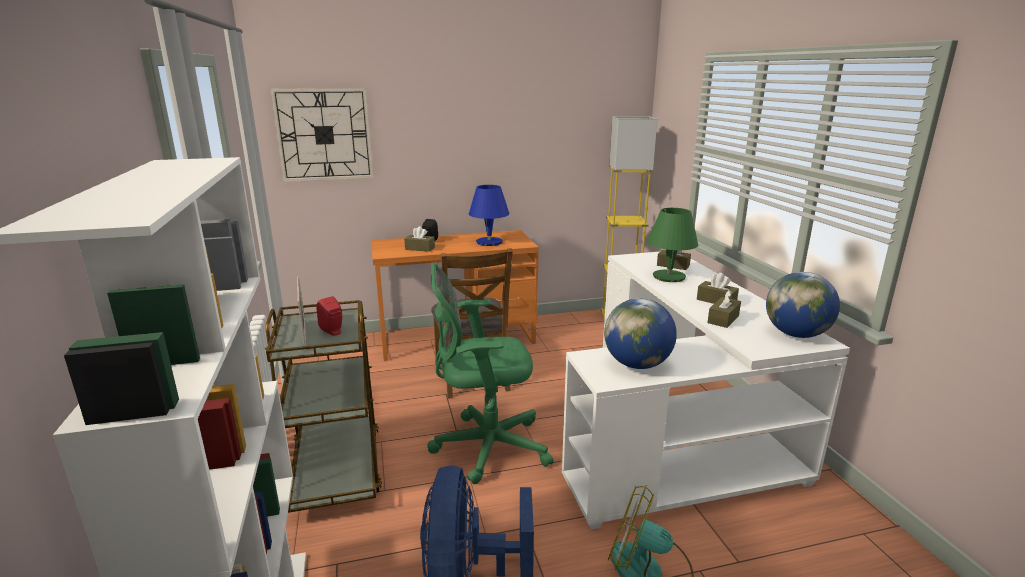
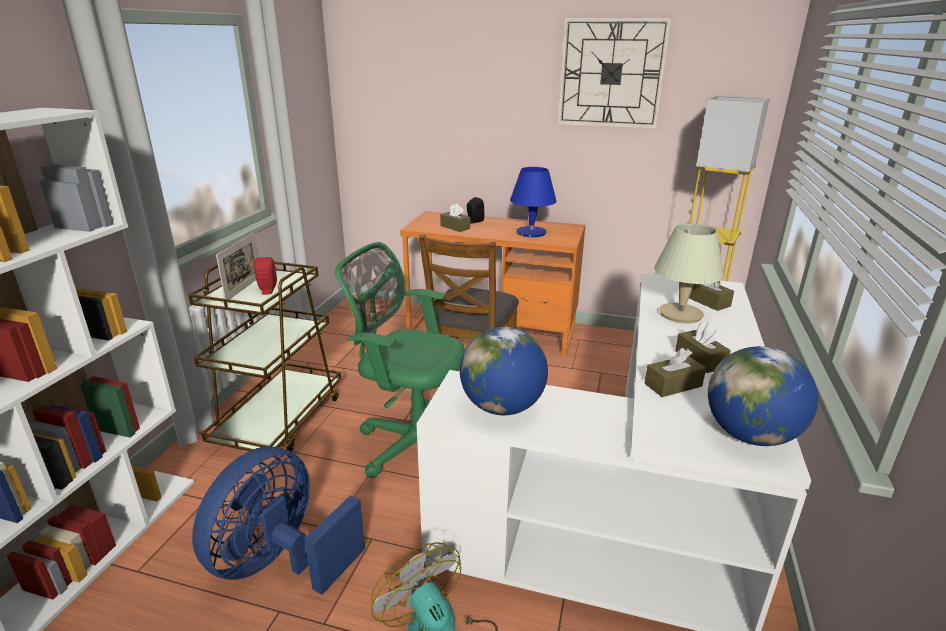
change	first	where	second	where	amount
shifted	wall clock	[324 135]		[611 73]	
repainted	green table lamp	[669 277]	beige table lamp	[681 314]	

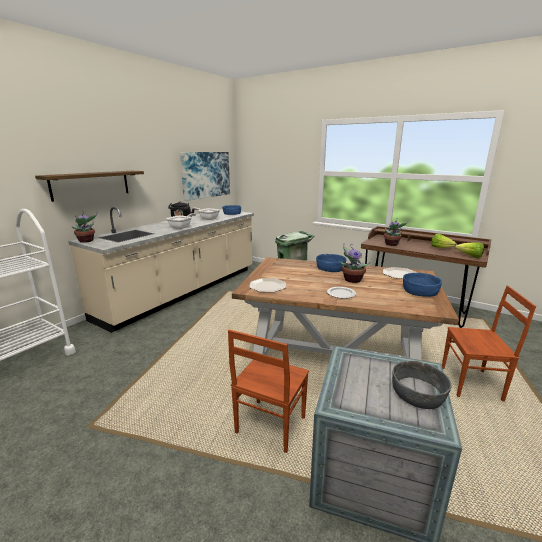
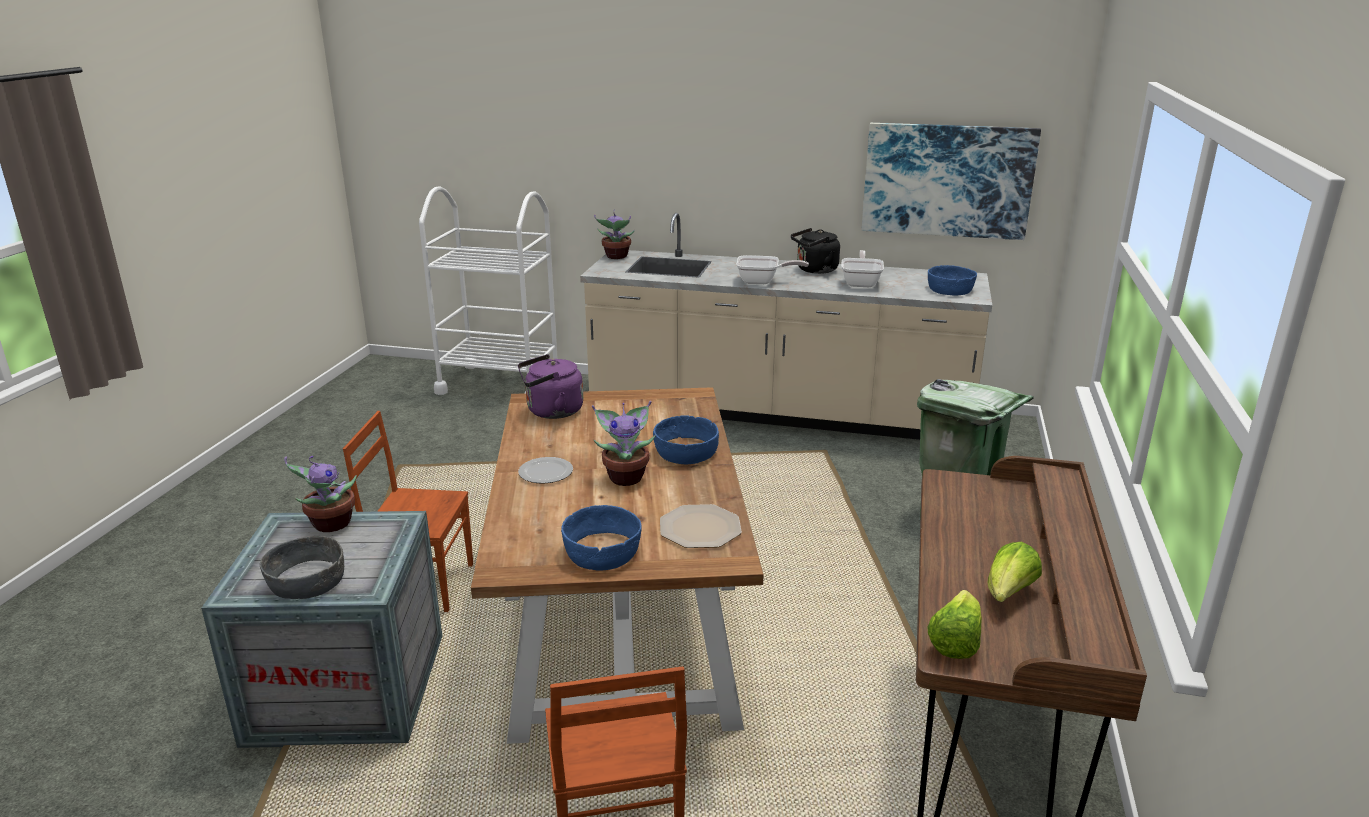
change	first	where	second	where	amount
gone	shelf	[91 185]			
swapped	plate	[267 286]	purple kettle	[551 411]	
shifted	potted plant	[392 244]		[330 525]	

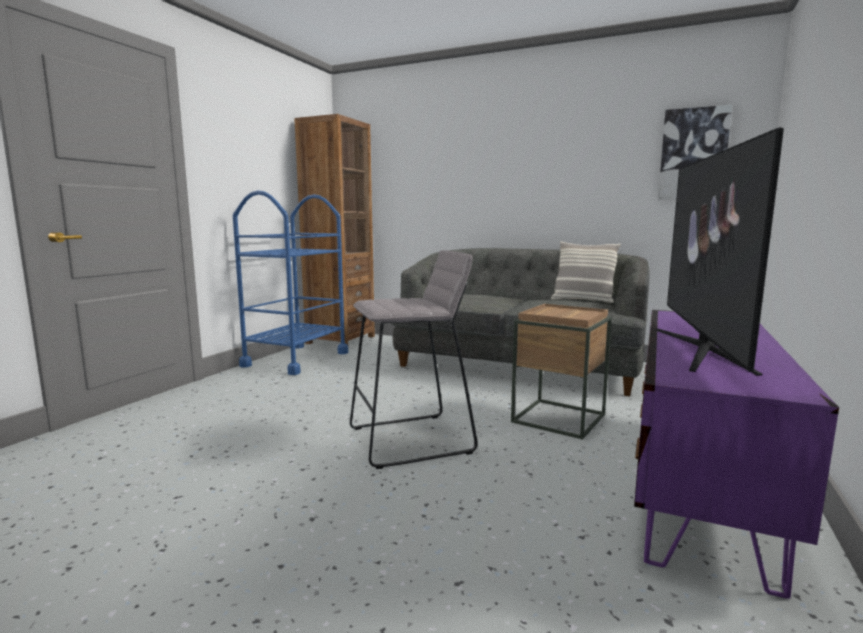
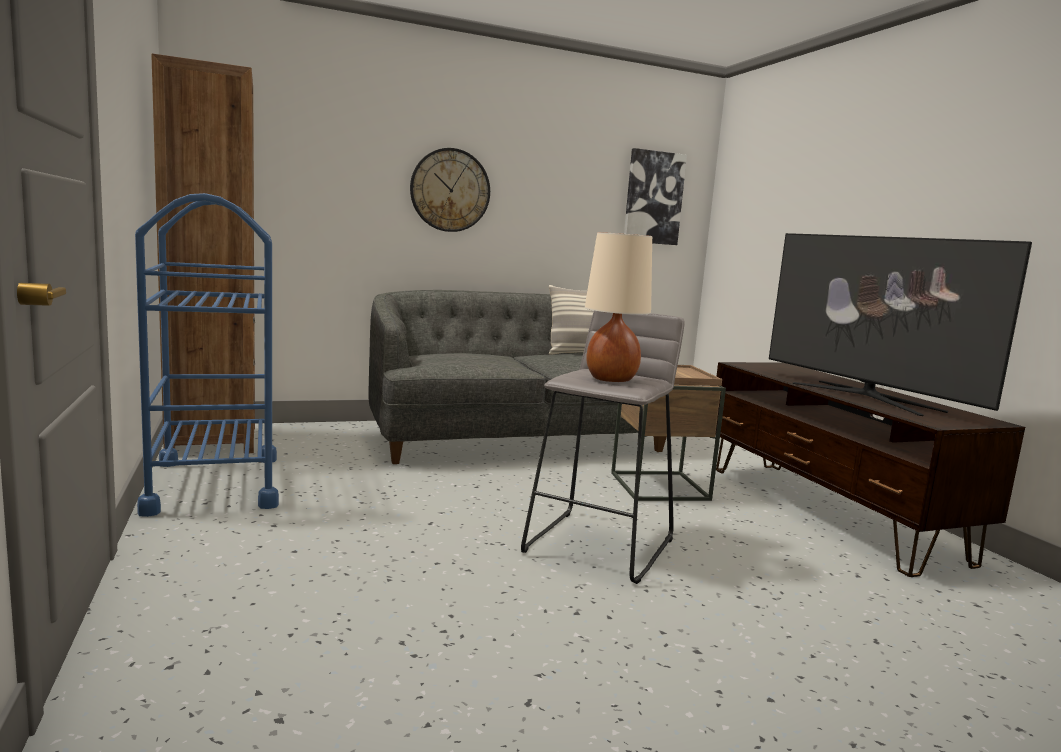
change	first	where	second	where	amount
repainted	purple tv stand	[697 482]	brown tv stand	[827 512]	
new			wall clock	[450 190]	
new			beige table lamp	[612 379]	

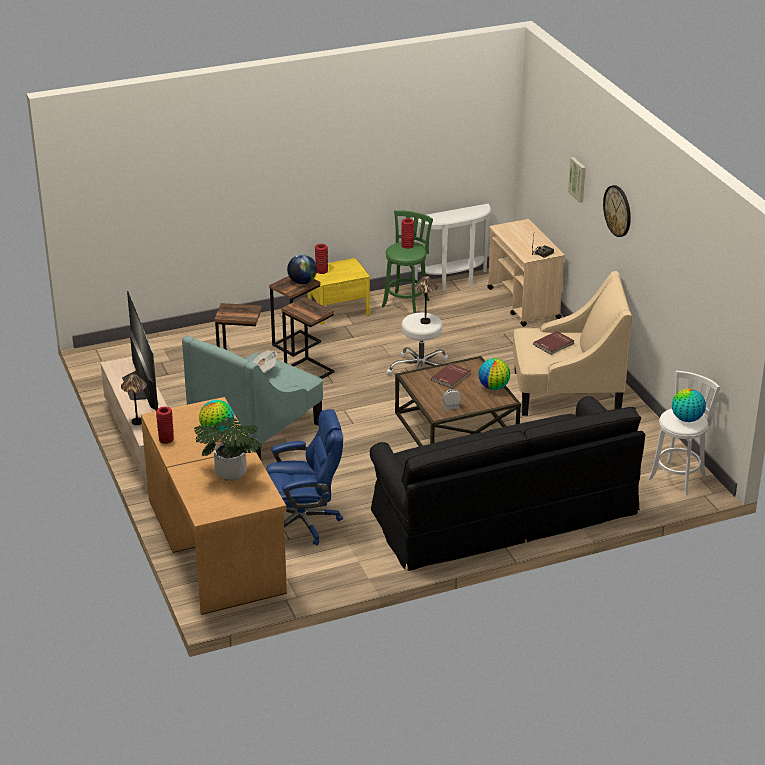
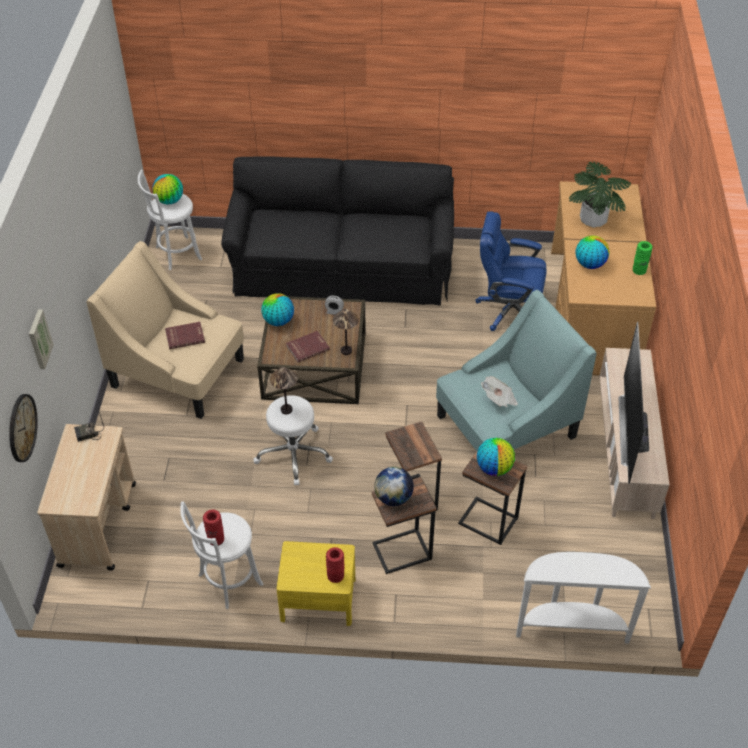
change	first	where	second	where	amount
shifted	table lamp	[137 422]		[346 351]	
repainted	red vase	[166 439]	green vase	[639 270]	
repainted	green stool	[406 302]	white stool	[227 582]	
shifted	white console table	[454 282]		[571 627]	
shifted	wall clock	[618 210]		[21 427]	
new			globe	[494 468]	

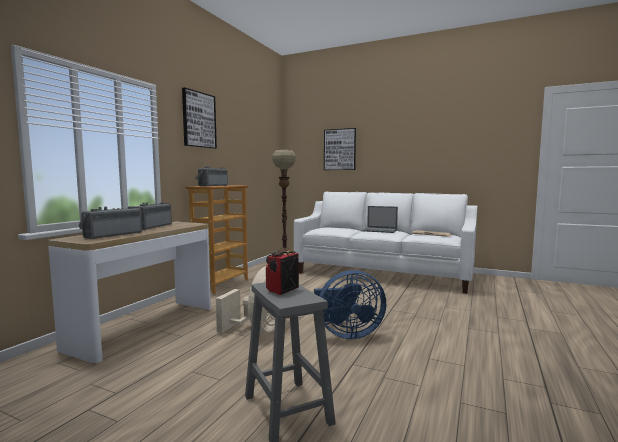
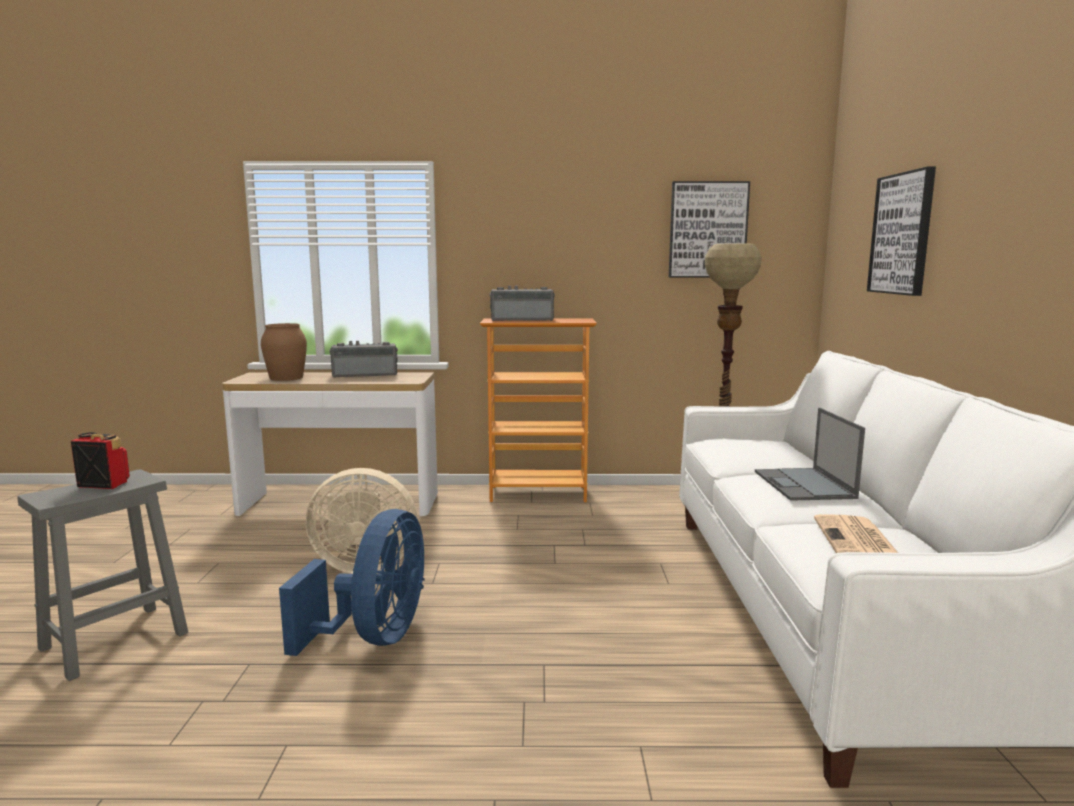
change	first	where	second	where	amount
swapped	radio	[112 235]	brown vase	[286 378]	
shifted	picture	[198 120]		[707 230]	
rotated	blue fan	[346 334]		[375 637]	135 degrees counterclockwise

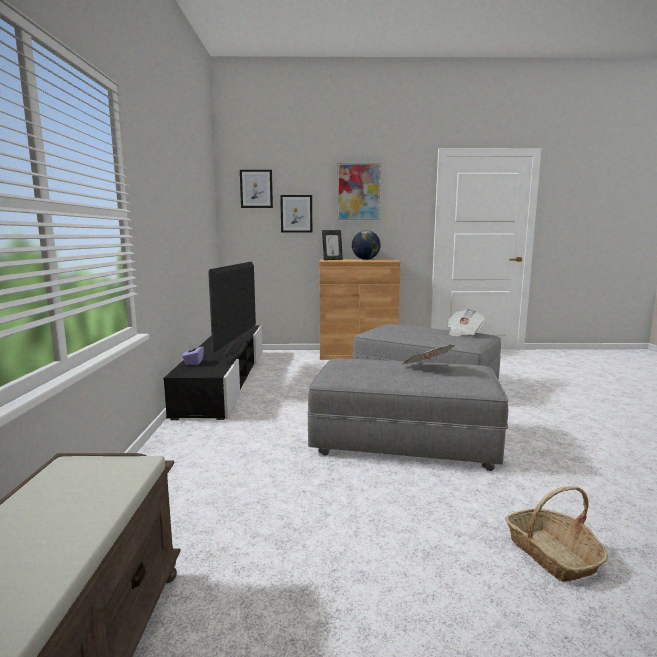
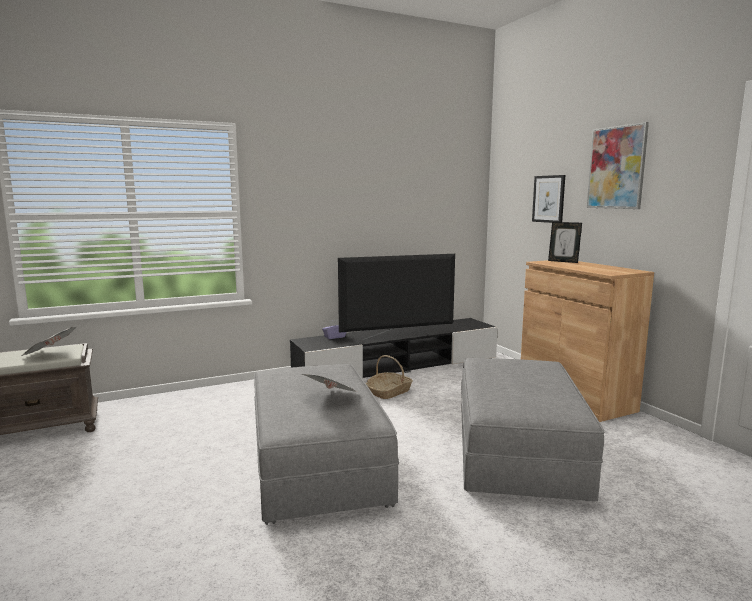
change	first	where	second	where	amount
gone	picture	[256 189]			
gone	globe	[365 259]			
shifted	newspaper	[463 333]		[50 354]	
shifted	basket	[552 554]		[389 392]	

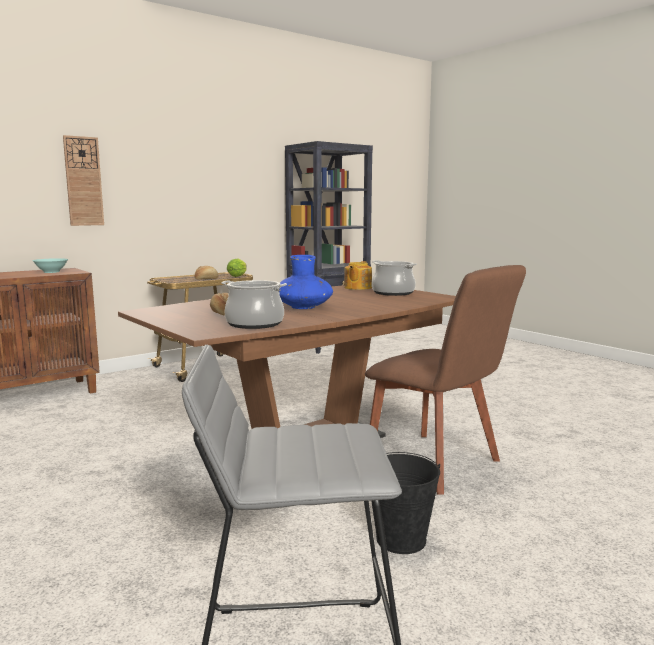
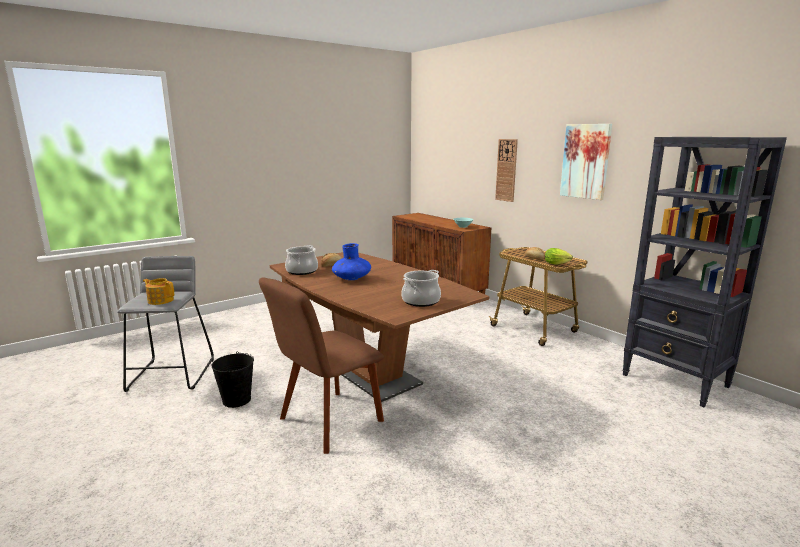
change	first	where	second	where	amount
shifted	teapot	[357 287]		[160 300]	
new			picture	[585 161]	

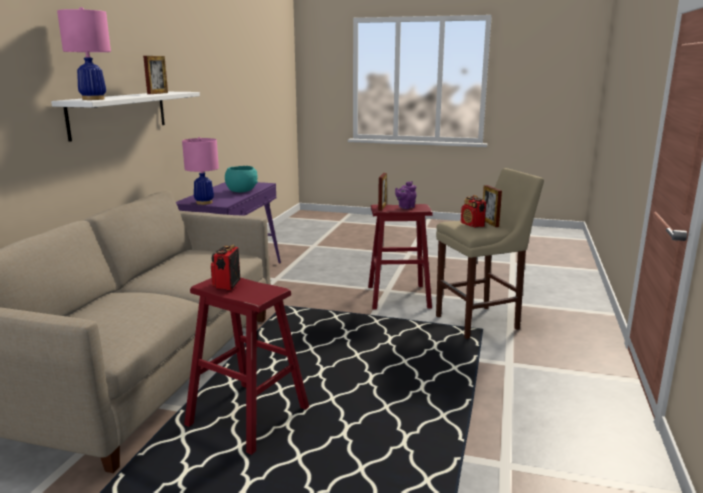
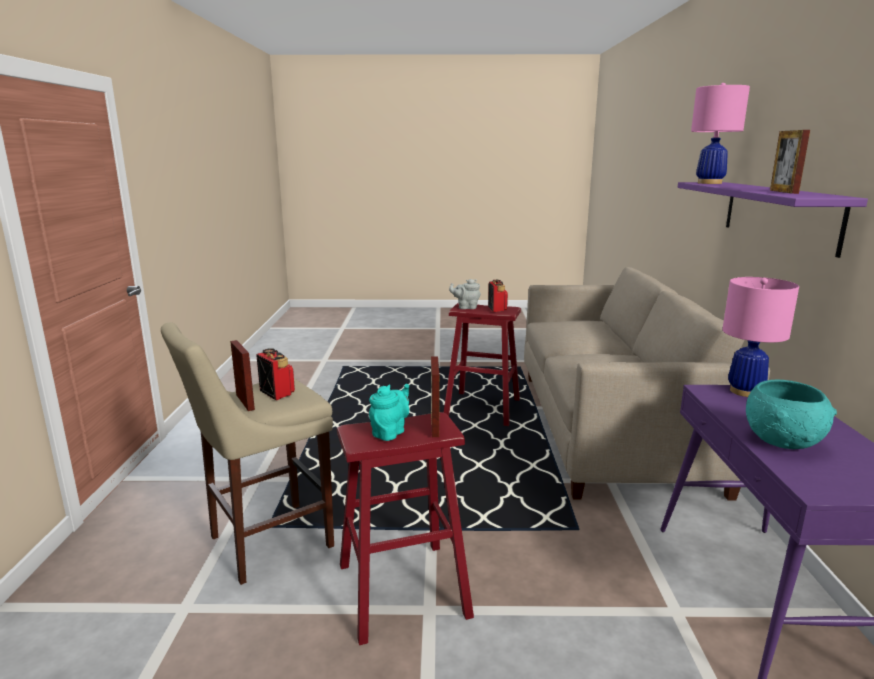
change	first	where	second	where	amount
repainted	white shelf	[119 114]	purple shelf	[778 214]	
repainted	purple teapot	[405 207]	turquoise teapot	[390 432]	
new			grey teapot	[466 307]	

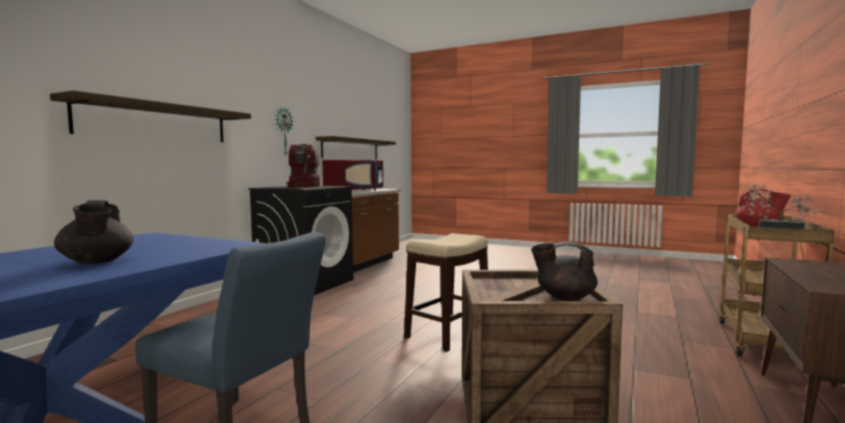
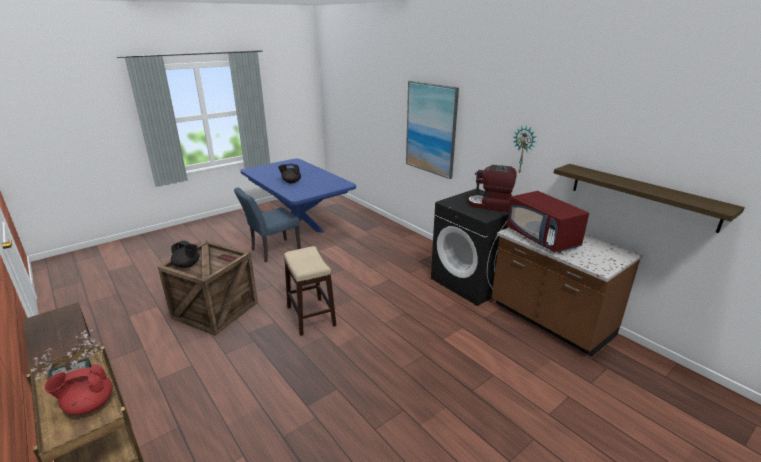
change	first	where	second	where	amount
swapped	shelf	[156 122]	picture	[431 129]	
rotated	black teapot	[564 297]		[187 265]	75 degrees clockwise

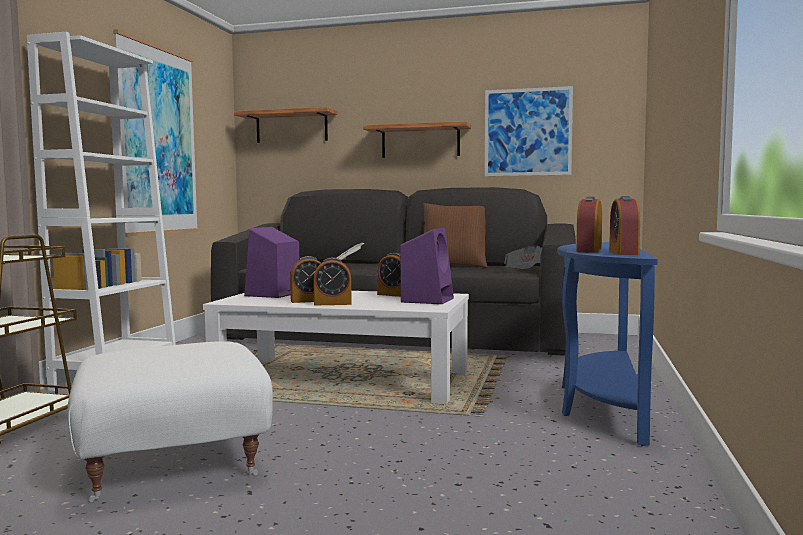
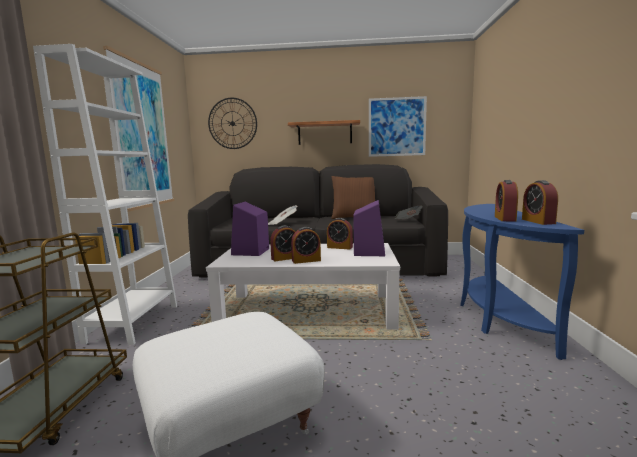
change	first	where	second	where	amount
swapped	shelf	[291 127]	wall clock	[232 123]	

